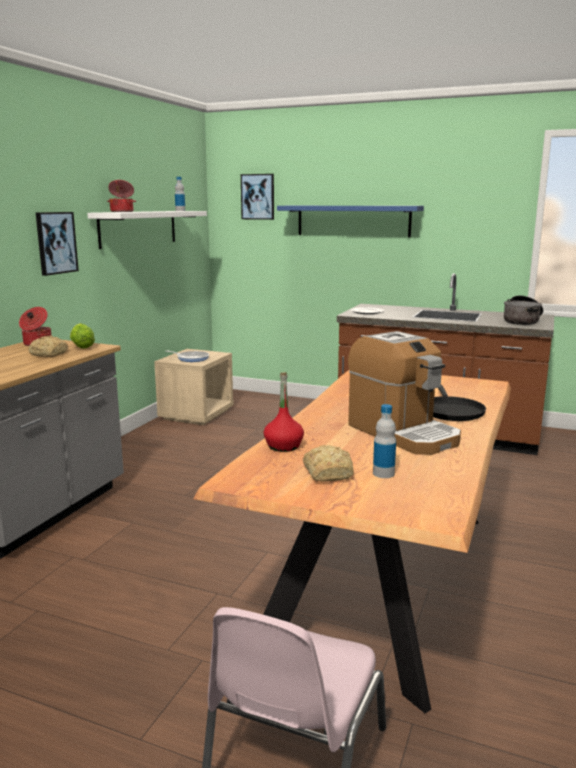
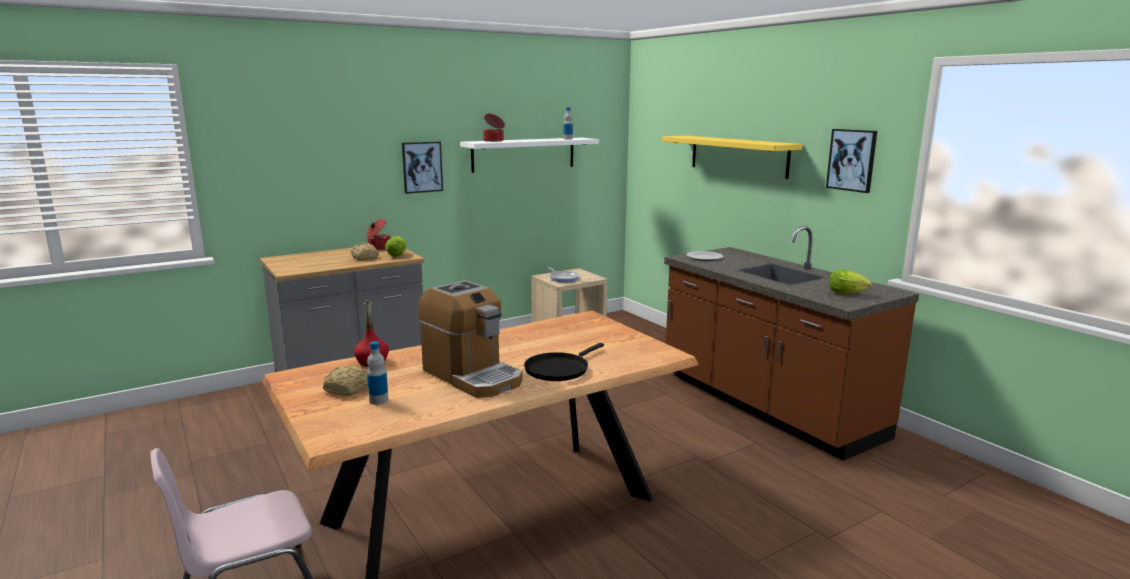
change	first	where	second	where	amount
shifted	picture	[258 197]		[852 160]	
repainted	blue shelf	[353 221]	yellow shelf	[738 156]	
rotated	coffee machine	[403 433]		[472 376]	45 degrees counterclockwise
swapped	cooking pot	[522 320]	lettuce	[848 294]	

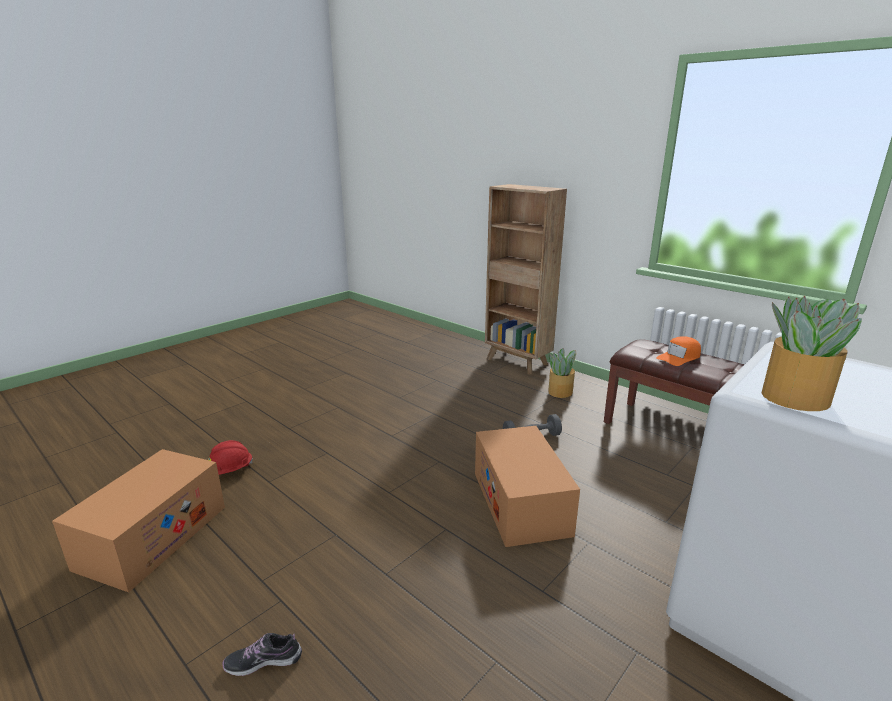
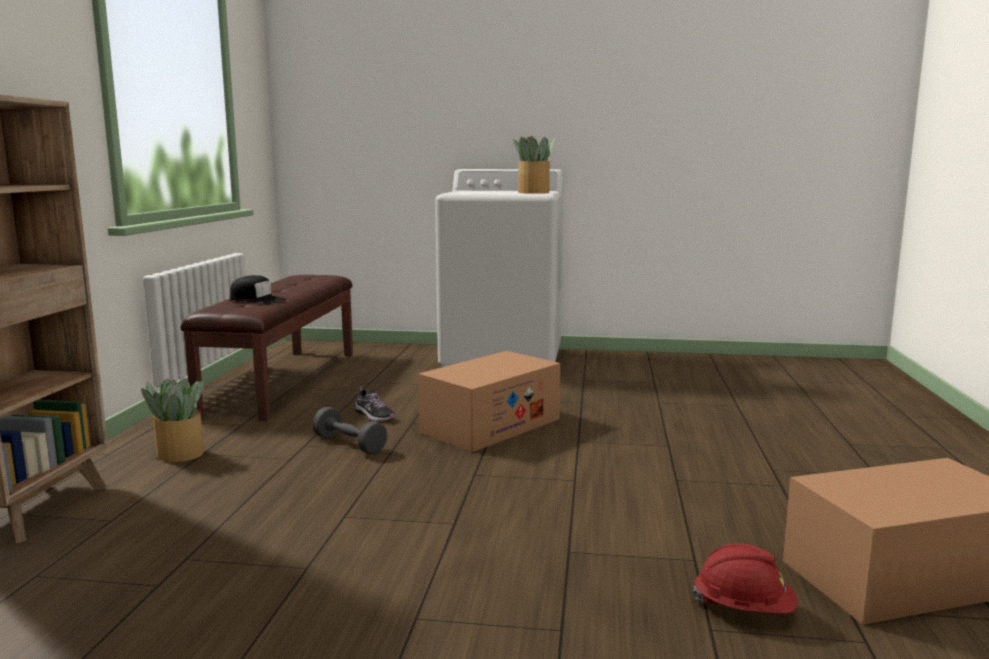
change	first	where	second	where	amount
shifted	shoe	[263 661]		[375 416]	
repainted	orange cap	[679 357]	black cap	[257 300]	

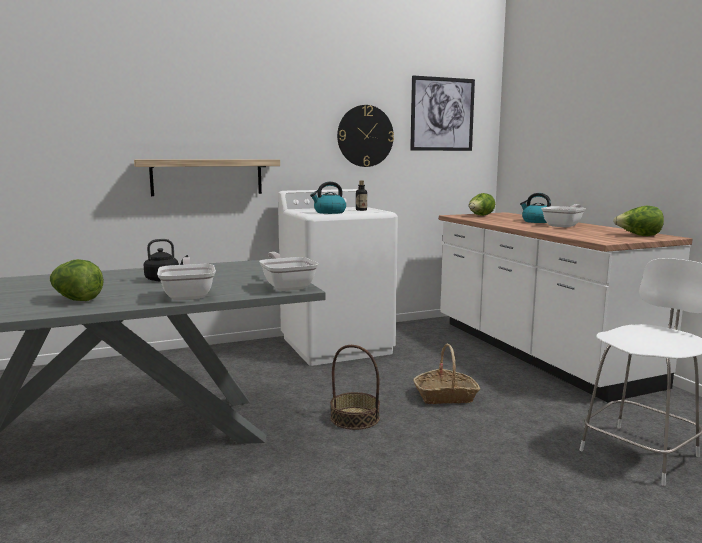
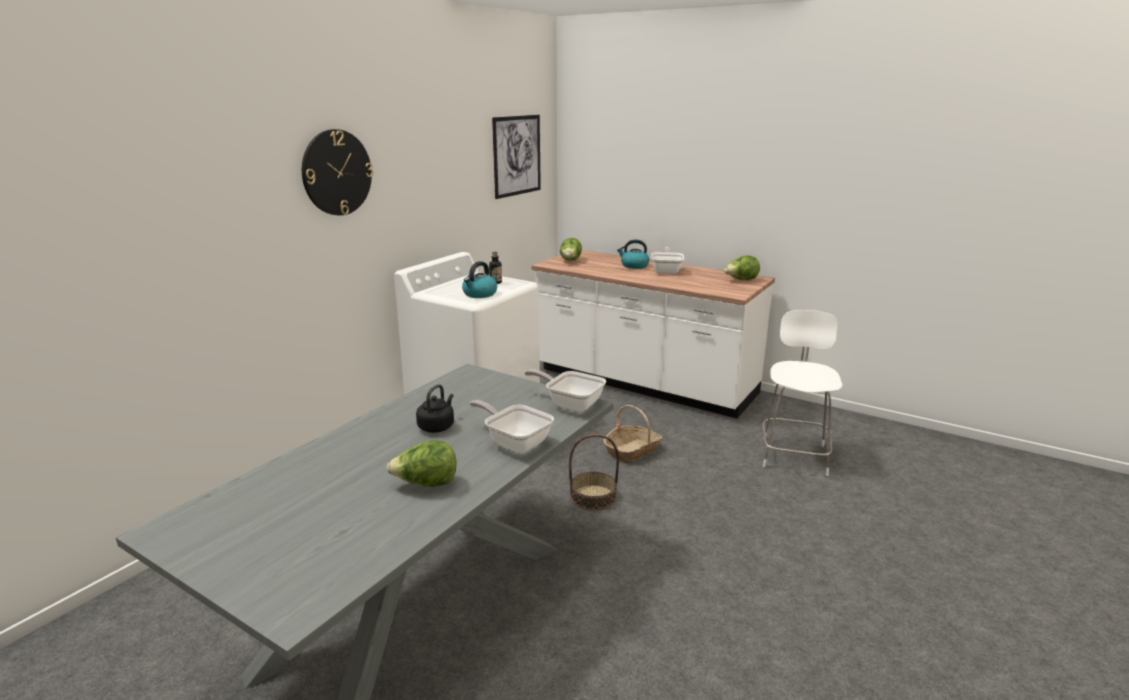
change	first	where	second	where	amount
gone	shelf	[207 177]			
shifted	wall clock	[365 136]		[337 172]	

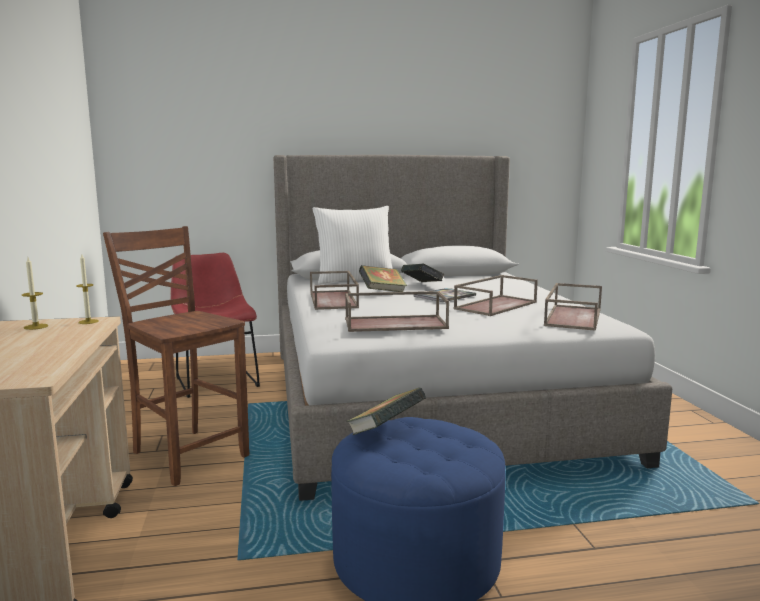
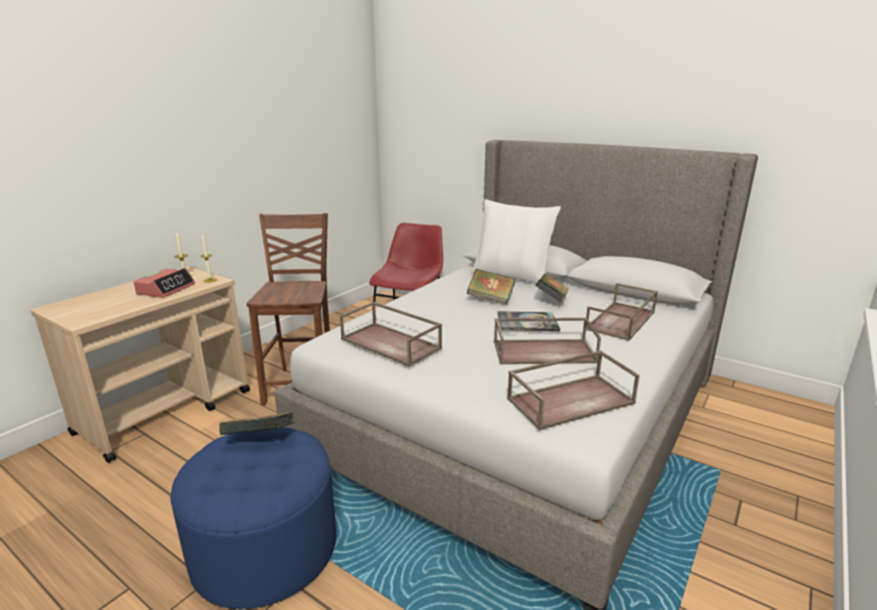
change	first	where	second	where	amount
shifted	brown tray	[334 300]		[621 321]	
new			alarm clock	[166 289]	

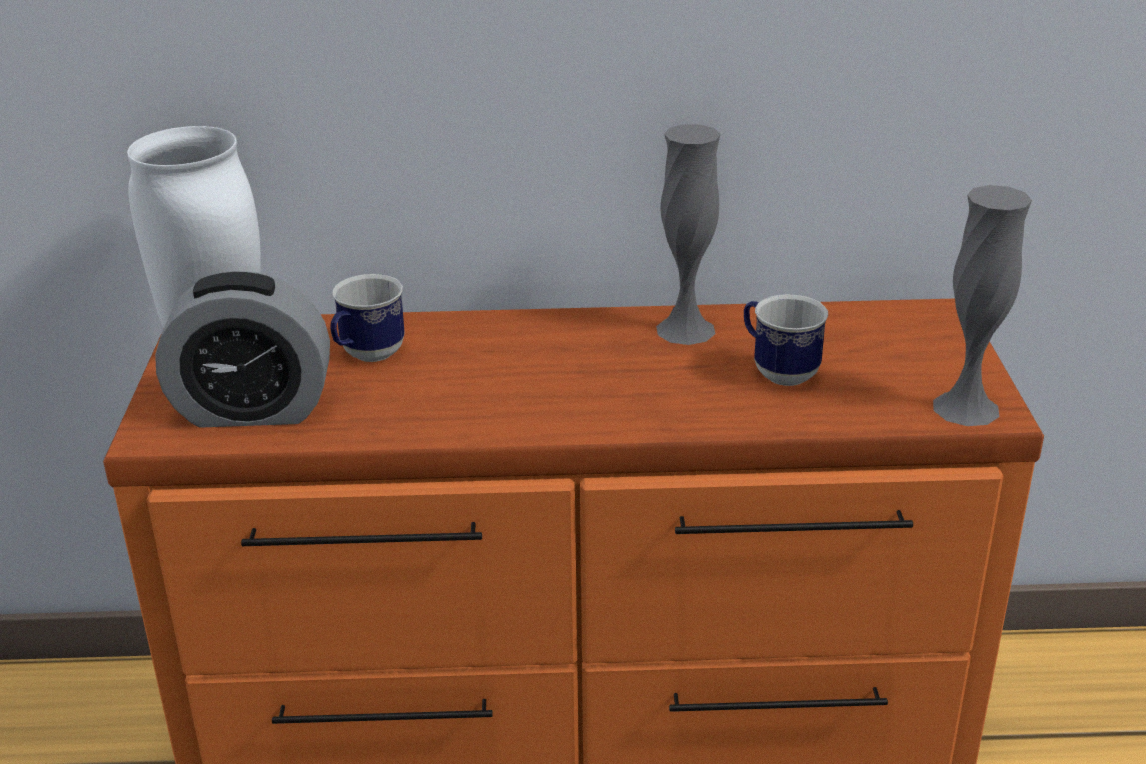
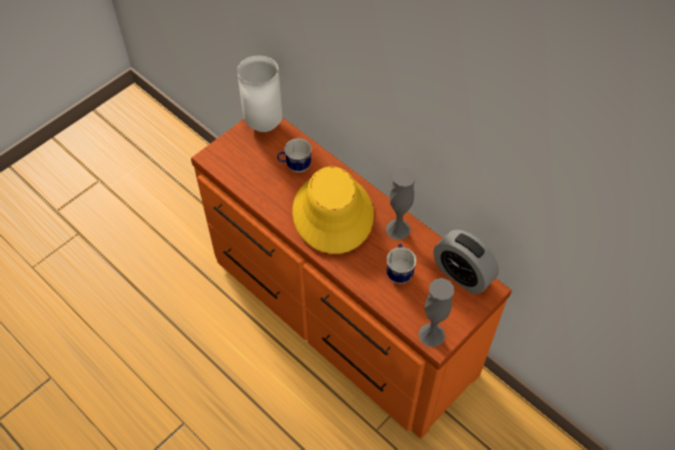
change	first	where	second	where	amount
shifted	alarm clock	[253 410]		[462 274]	
new			yellow hat	[332 213]	

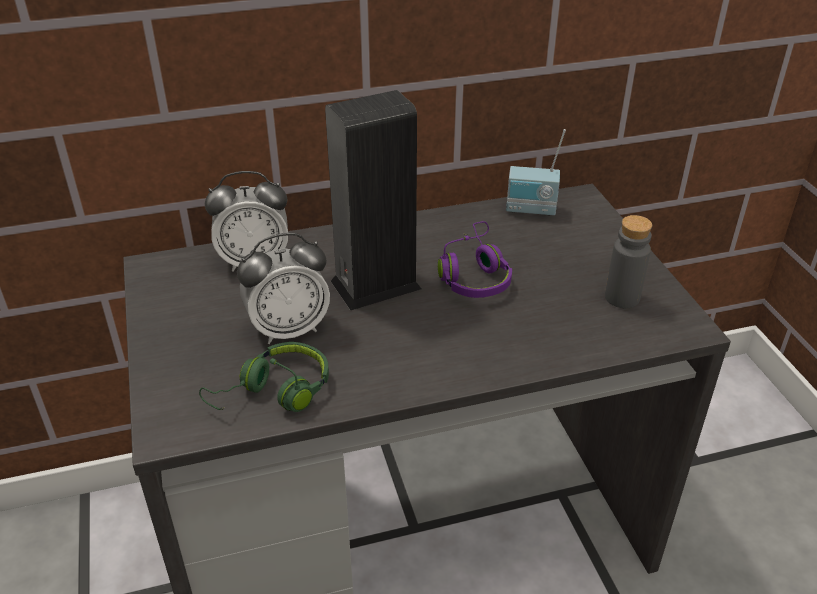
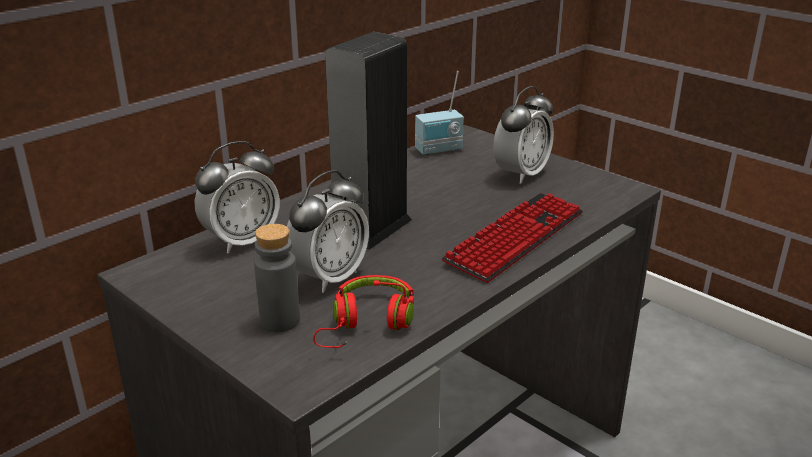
change	first	where	second	where	amount
repainted	green headphones	[274 392]	red headphones	[368 324]	
gone	purple headphones	[474 275]			
shifted	grey bottle	[622 297]		[280 321]	
new			keyboard	[516 238]	
new			alarm clock	[521 174]	

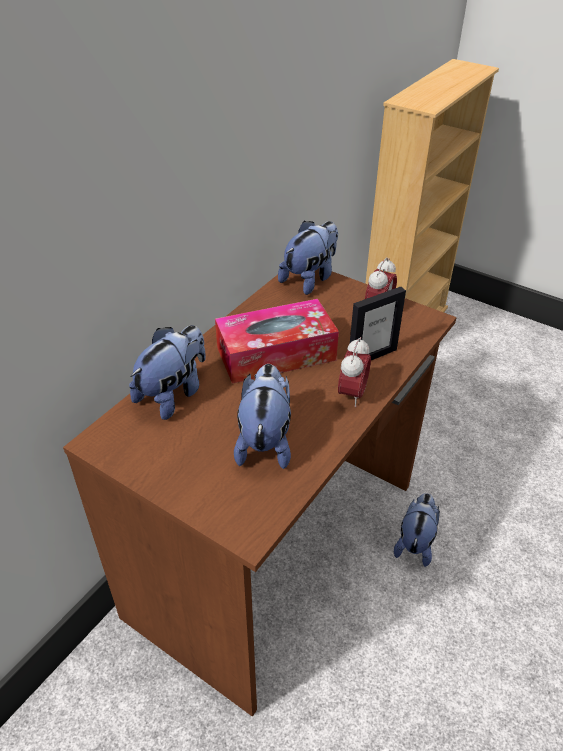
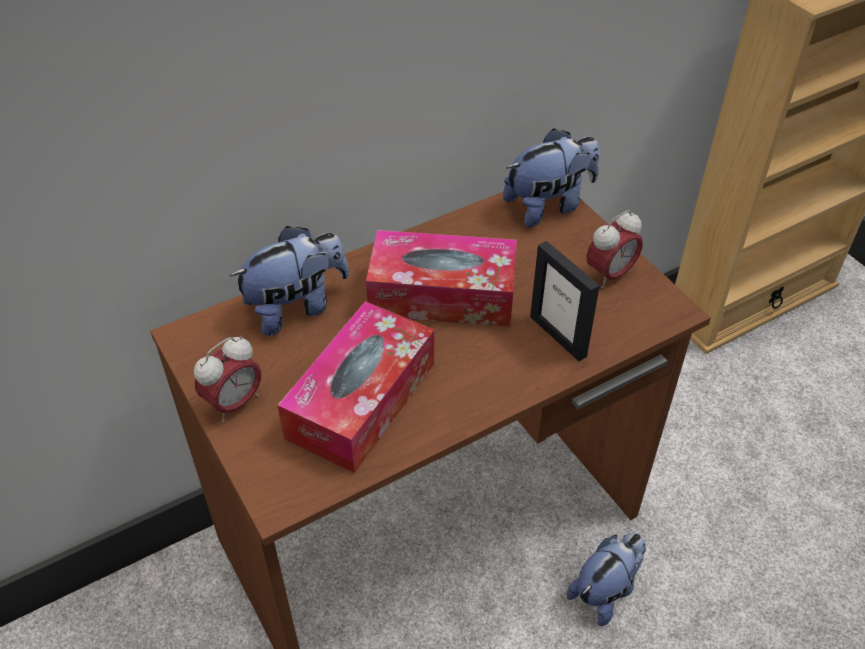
change	first	where	second	where	amount
swapped	plush toy	[265 441]	tissue box	[361 400]	
shifted	alarm clock	[352 394]		[234 403]	
rotated	picture frame	[372 356]		[558 336]	60 degrees clockwise

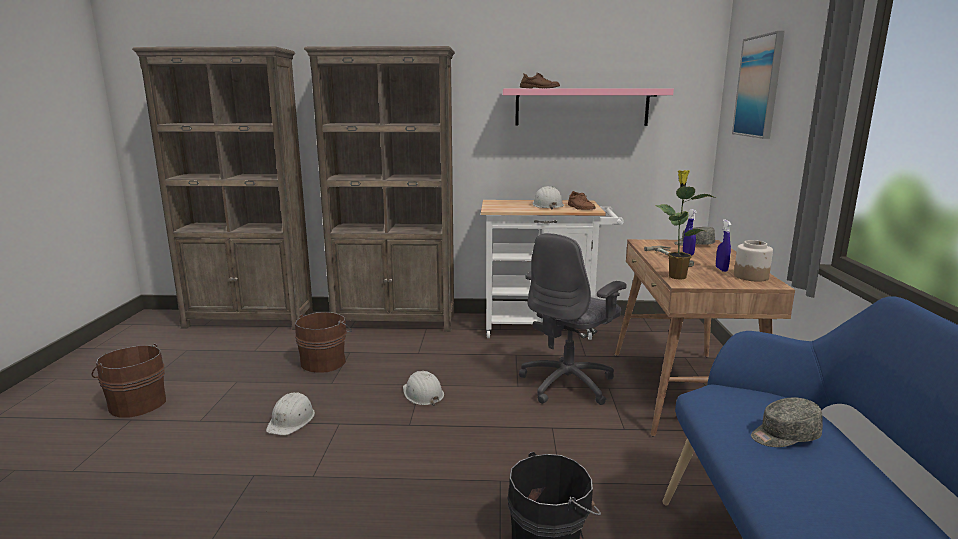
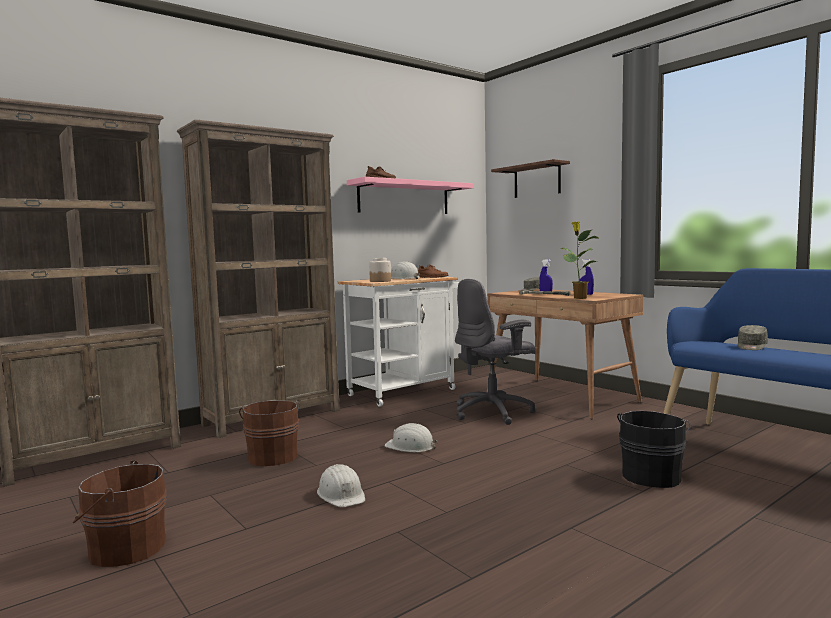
change	first	where	second	where	amount
rotated	grey office chair	[568 384]		[493 412]	60 degrees clockwise
swapped	picture	[759 86]	brown shelf	[537 180]	
shifted	jar	[751 276]		[380 281]	

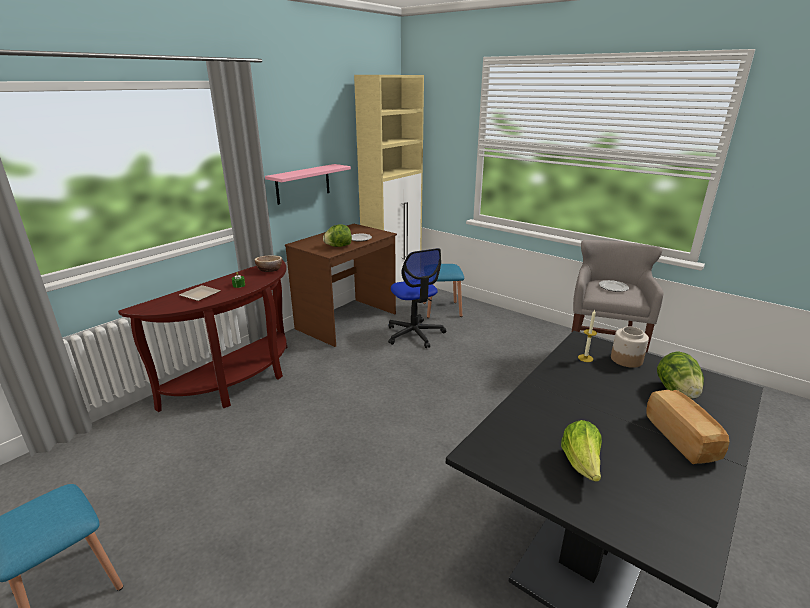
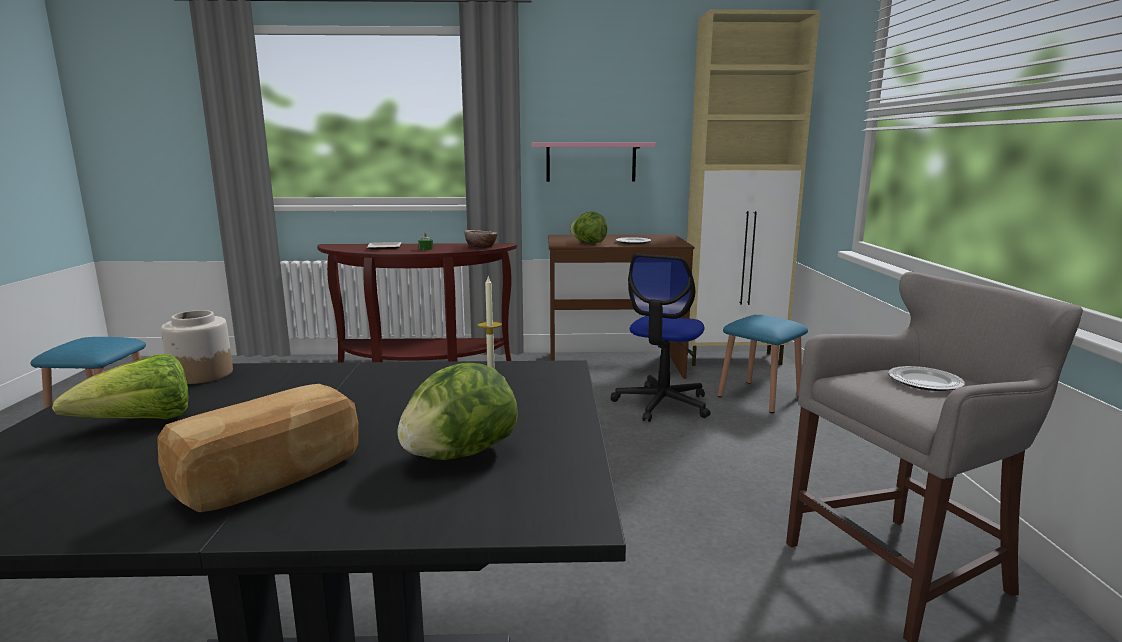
change	first	where	second	where	amount
shifted	jar	[626 359]		[201 374]	

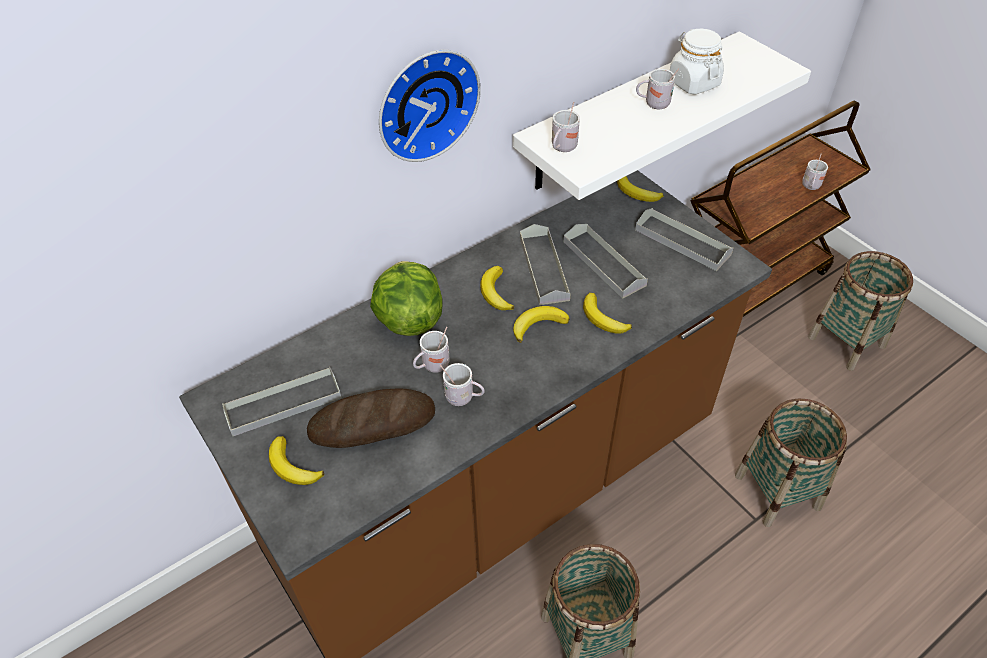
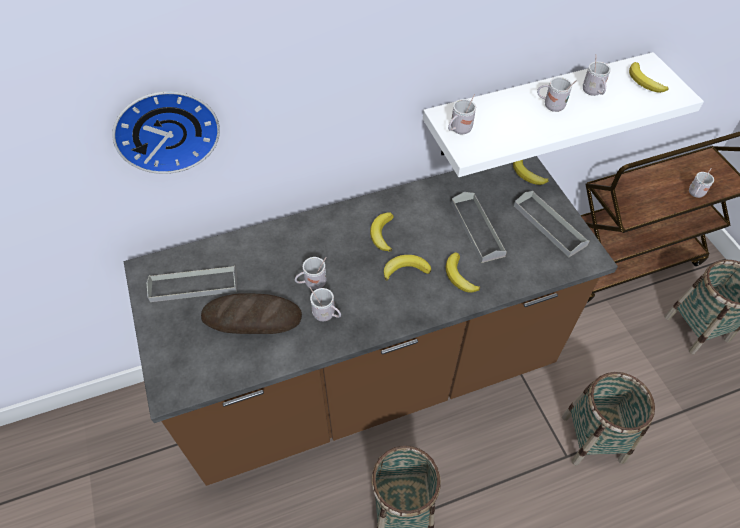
change	first	where	second	where	amount
shifted	banana	[292 466]		[644 82]	
gone	lettuce	[409 319]			
shifted	wall clock	[425 103]		[166 128]	
gone	grey tray	[544 268]			
swapped	white jar	[693 83]	white mug	[593 93]	

